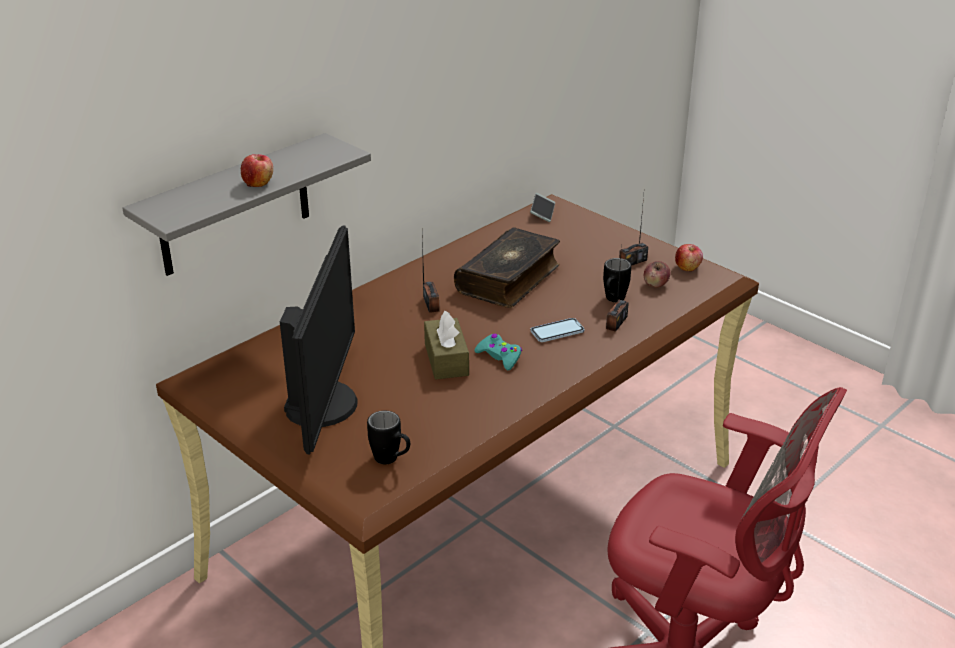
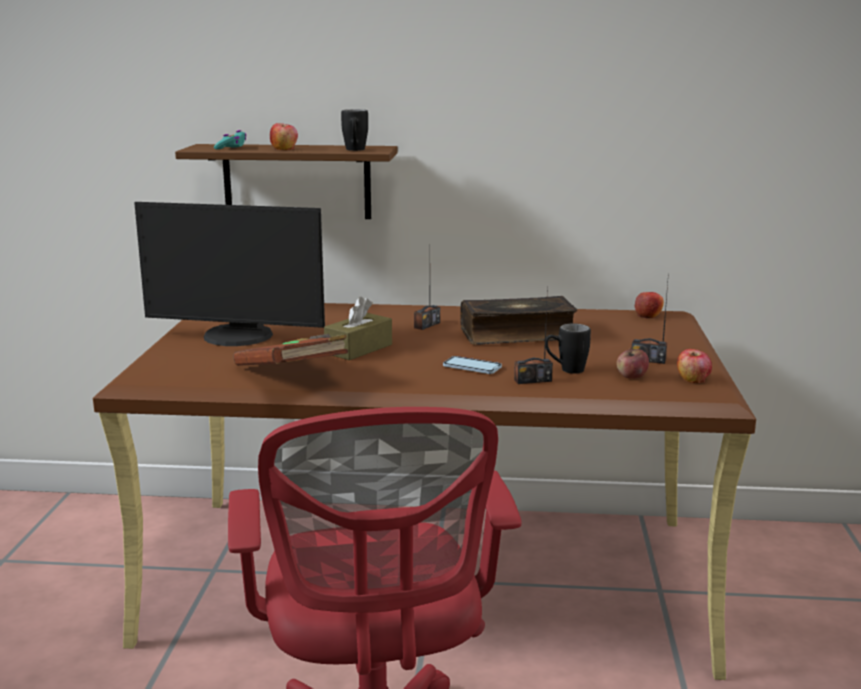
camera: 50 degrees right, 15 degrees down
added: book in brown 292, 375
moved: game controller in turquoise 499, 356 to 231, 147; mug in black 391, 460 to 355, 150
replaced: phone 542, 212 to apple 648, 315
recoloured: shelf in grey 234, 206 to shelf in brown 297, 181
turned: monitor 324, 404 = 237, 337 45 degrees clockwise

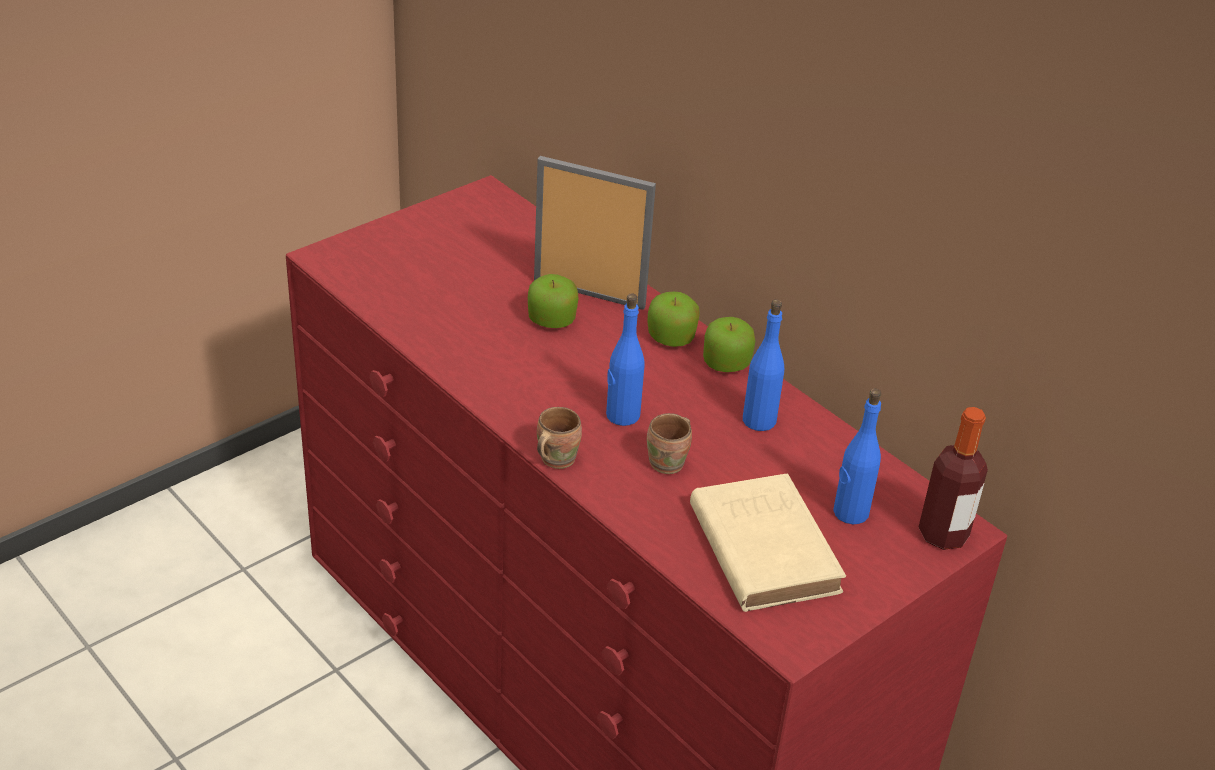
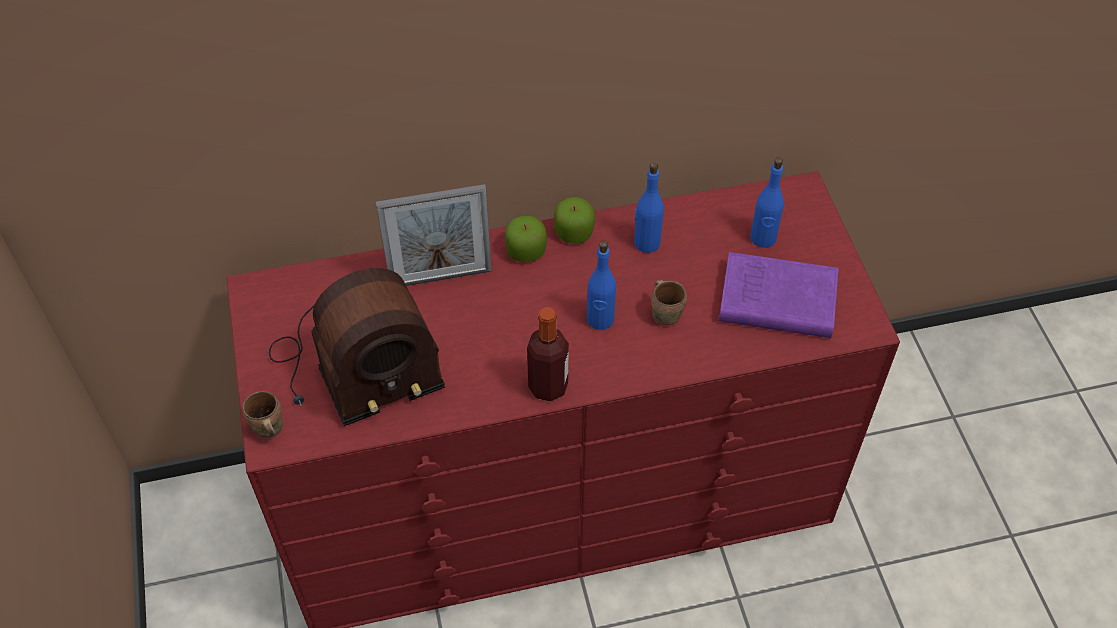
camera: 60 degrees left, 15 degrees up
removed: apple 552, 320
added: radio 354, 366
moved: mug in brown 554, 458 to 267, 430; bottle 943, 534 to 548, 386
recoloured: book in beige 762, 546 to book in purple 773, 300
turned: picture frame 589, 293 = 441, 278 150 degrees counterclockwise

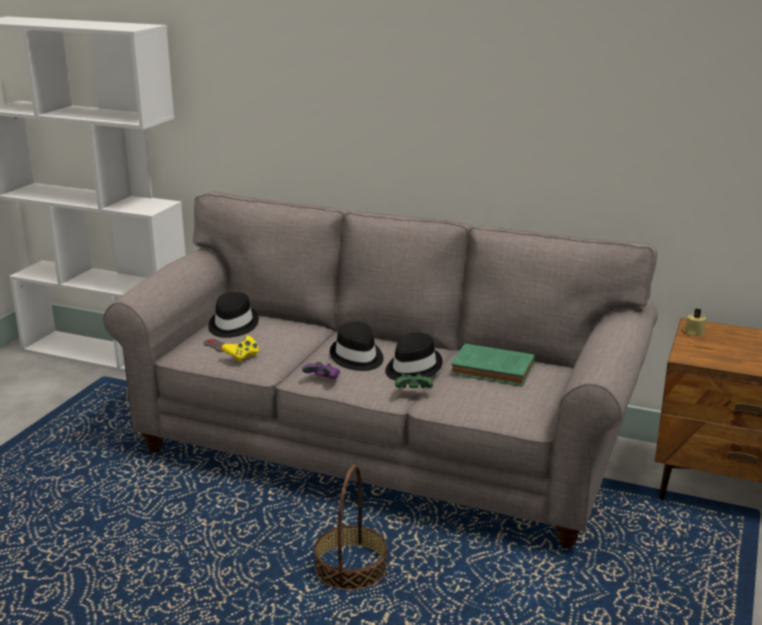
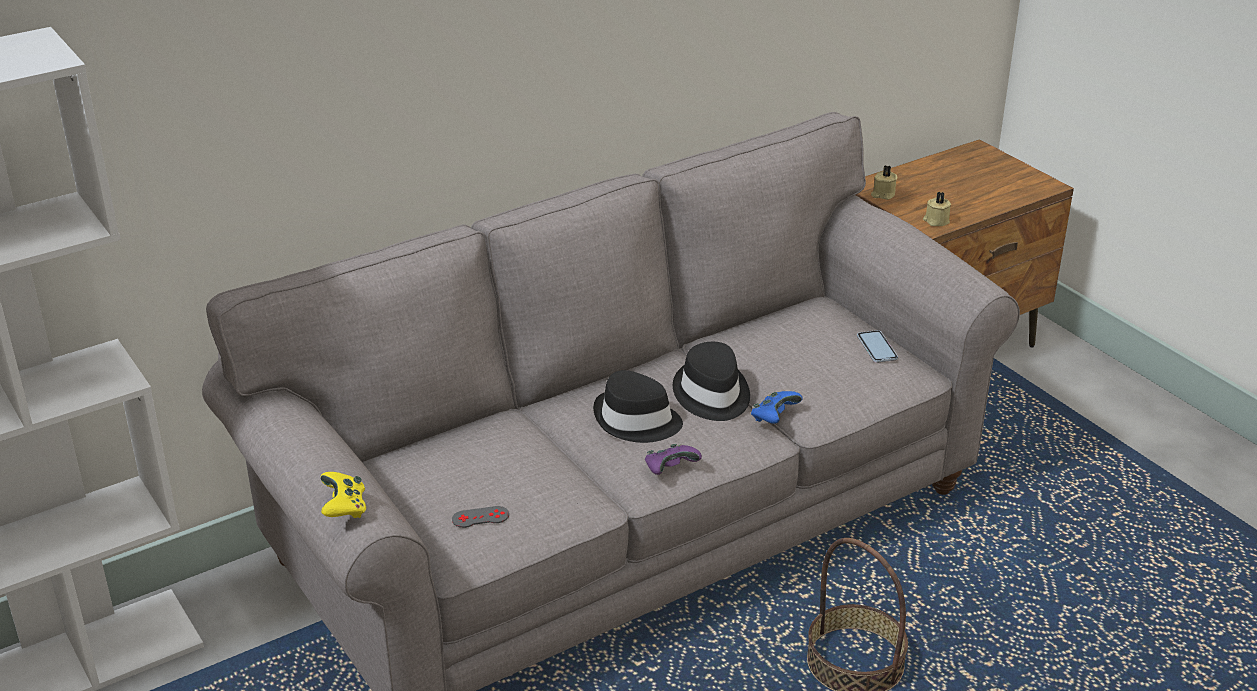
camera: 55 degrees left, 10 degrees up
removed: hat in black 232, 325; book in green 495, 370
added: candle in beige 935, 221; phone 877, 347
moved: game controller in yellow 242, 356 to 344, 509
recoloured: game controller in green 413, 391 to game controller in blue 774, 417

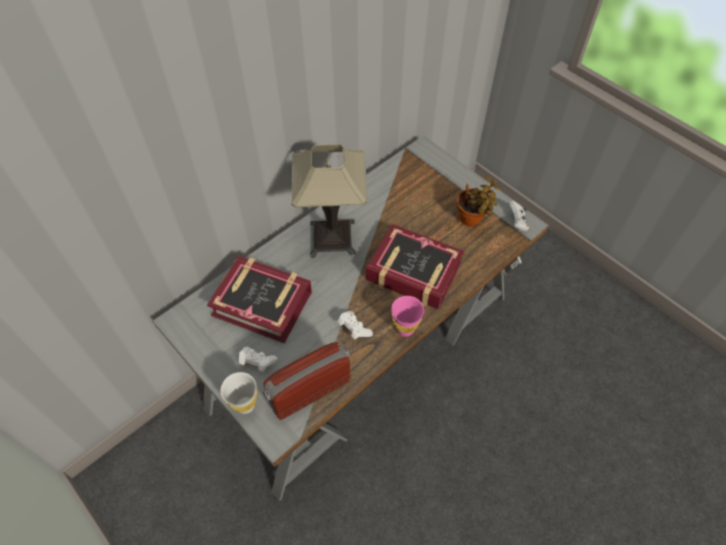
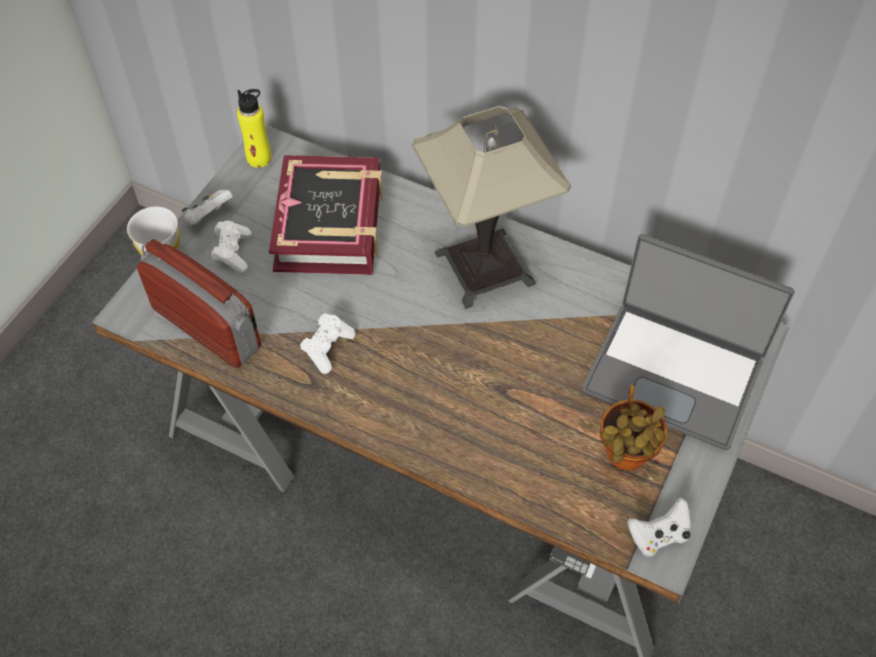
camera: 70 degrees right, 0 degrees up
removed: book 413, 272; cup in pink 405, 329
added: bottle in yellow 259, 158; game controller in white 208, 217; laptop 674, 374

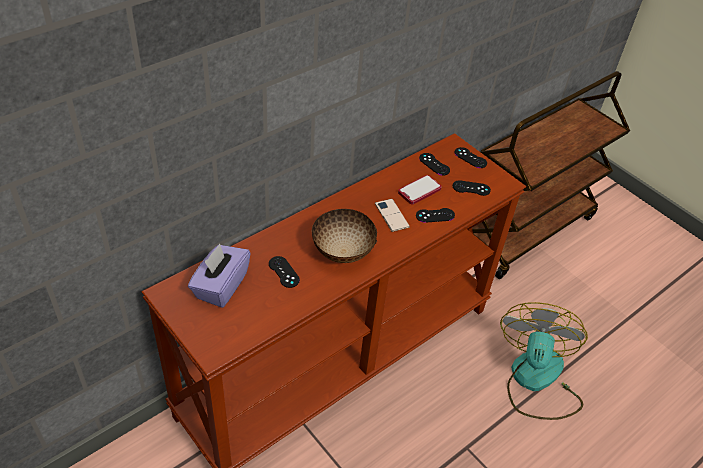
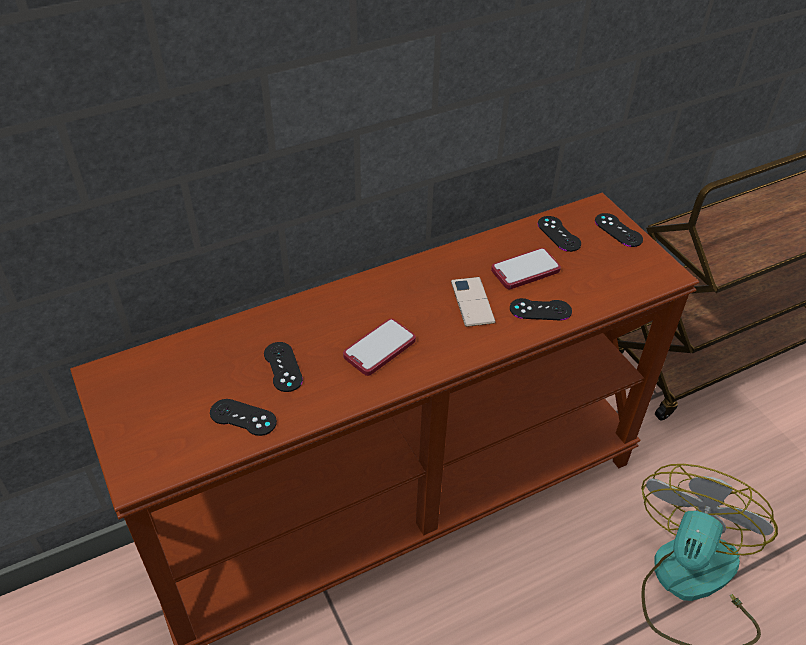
camera: 15 degrees right, 0 degrees up
removed: tissue box in purple 220, 286
moved: game controller in black 471, 188 to 243, 417
replaced: bowl 342, 252 to phone 379, 348

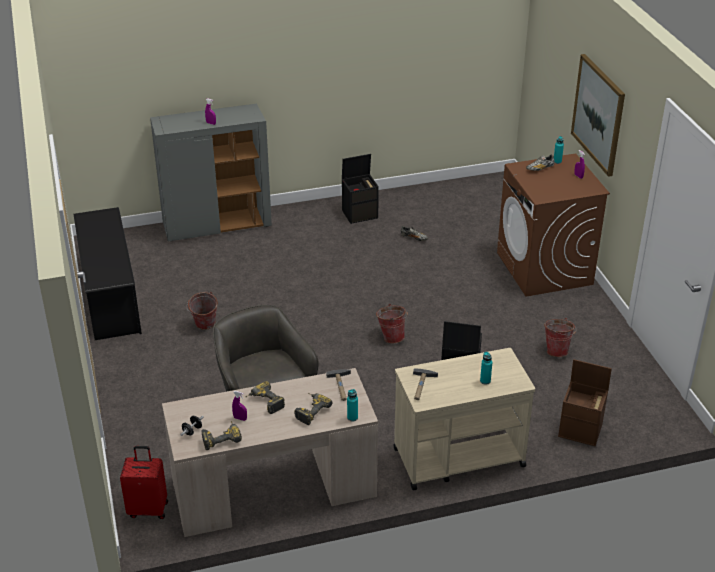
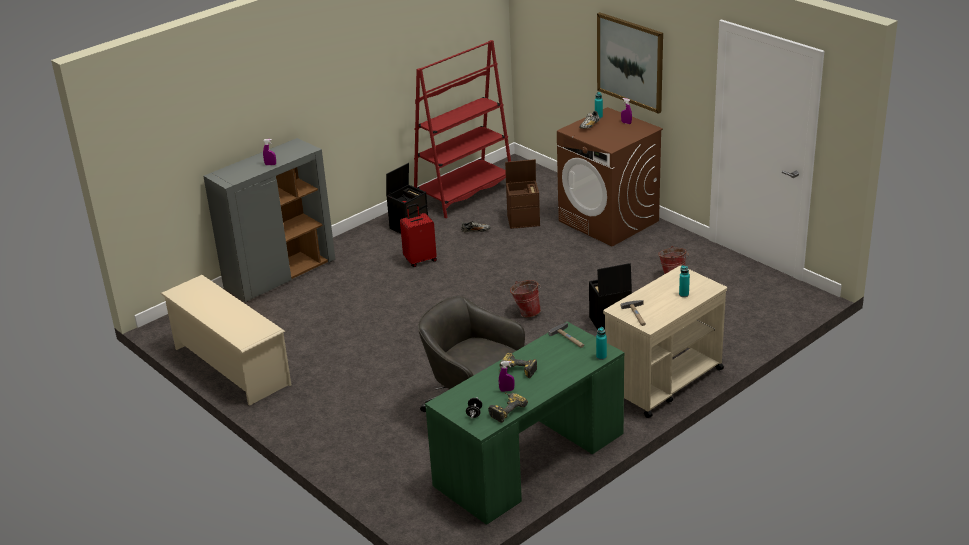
camera: 25 degrees left, 5 degrees down
removed: bucket 204, 327; power drill 310, 411
added: bookcase in red 464, 194
moved: storage box in brown 581, 430 to 524, 220; suitcase in red 148, 509 to 420, 260
recoloured: shoe rack in black 111, 297 to shoe rack in beige 231, 366; desk in beige 272, 487 to desk in green 528, 459

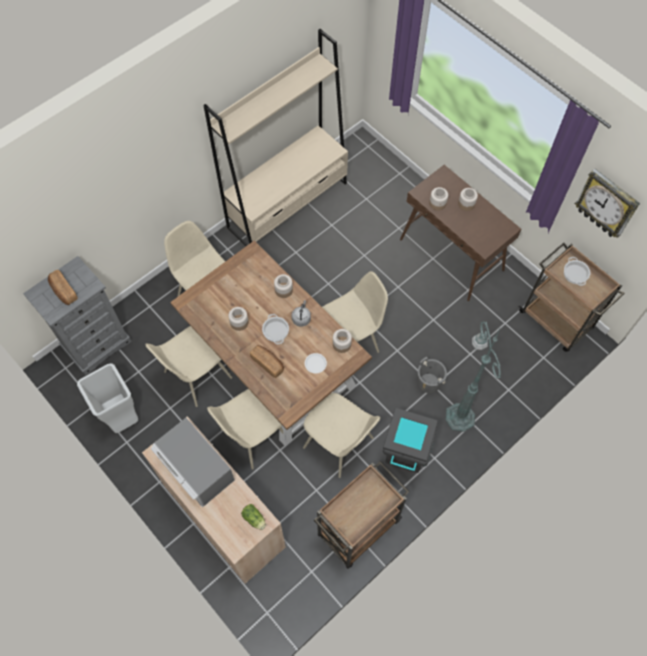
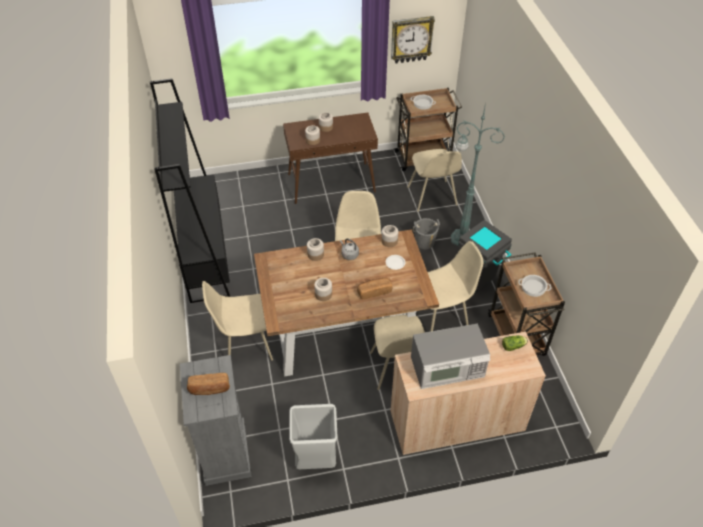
camera: 60 degrees left, 15 degrees down
moved: cooking pot 275, 331 to 533, 288; chair in beige 196, 376 to 432, 197
recoloured: bookcase in beige 288, 205 to bookcase in black 205, 254

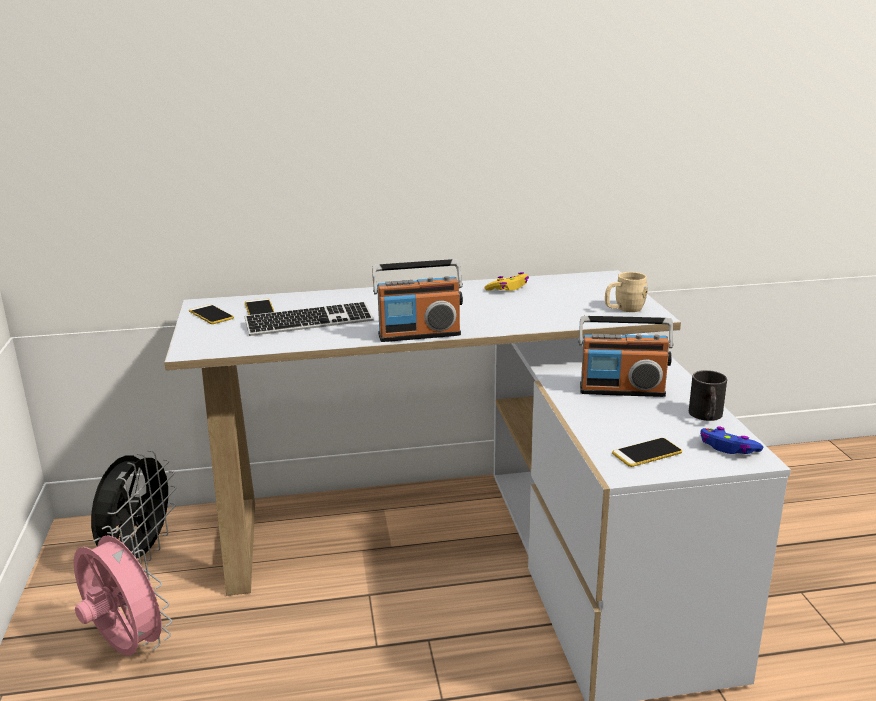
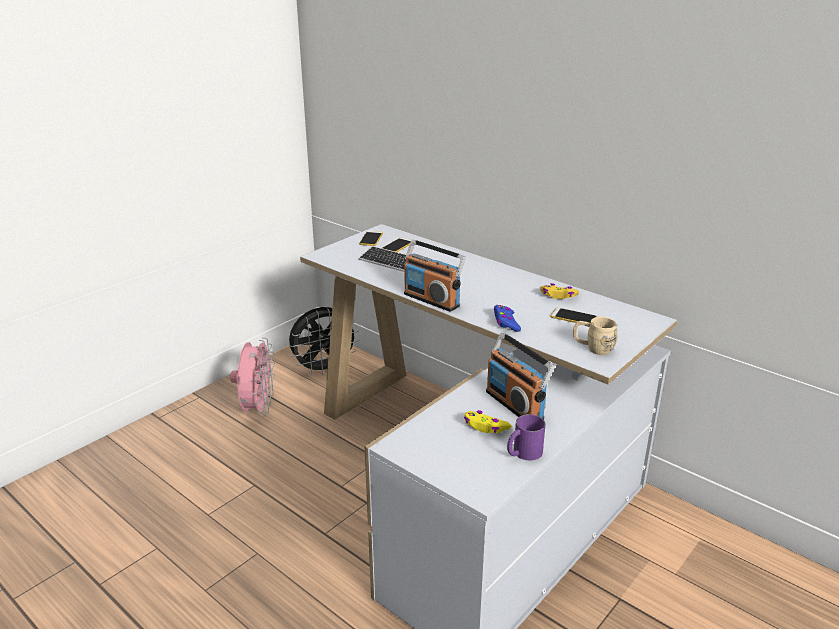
camera: 50 degrees right, 5 degrees up
added: game controller in yellow 485, 427
moved: game controller in blue 728, 448 to 506, 322; phone 647, 453 to 573, 317
recoloured: mug in black 706, 416 to mug in purple 523, 453

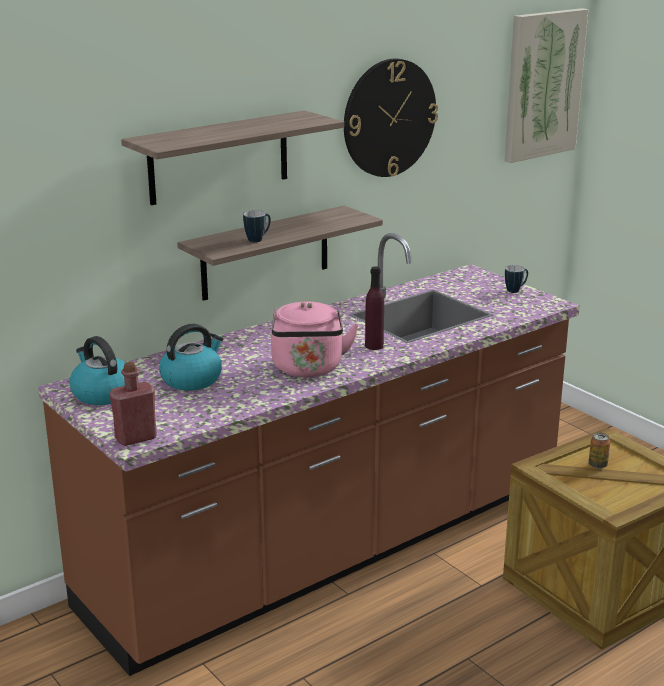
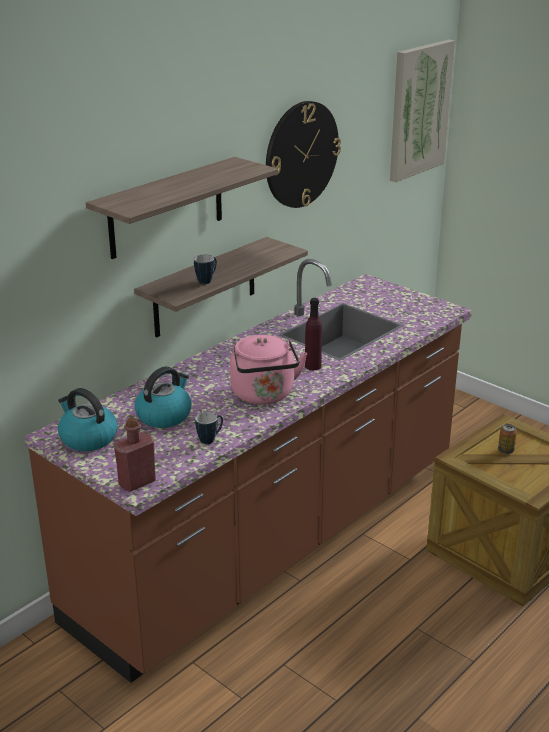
camera: 10 degrees left, 5 degrees up
moved: mug 516, 290 to 210, 439

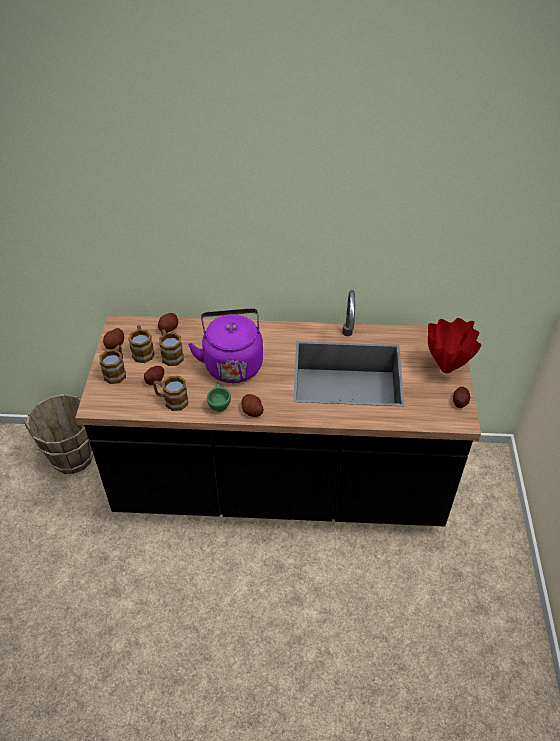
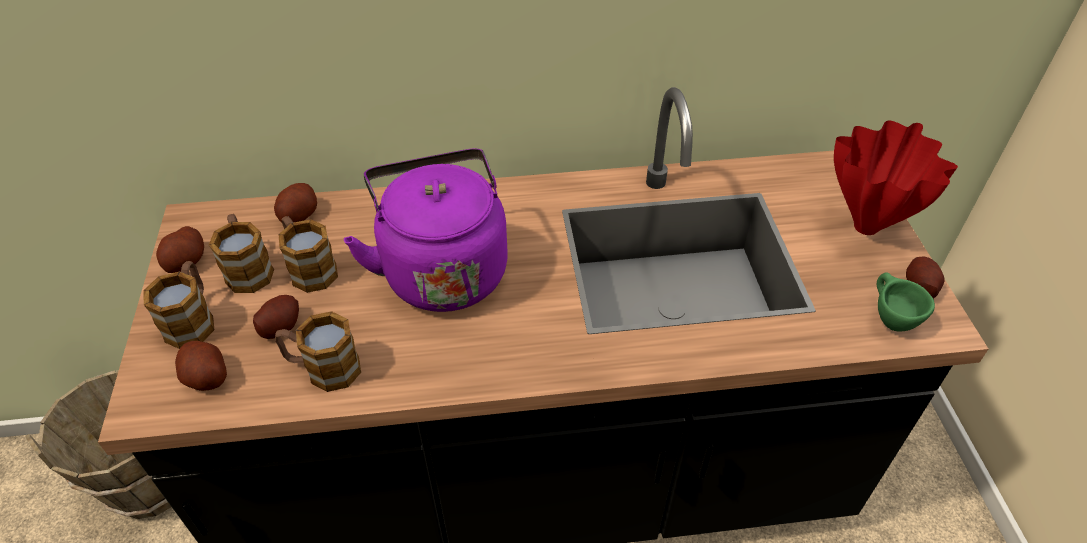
camera: 10 degrees left, 0 degrees up
moved: cup in green 219, 405 to 889, 318; potato 252, 411 to 206, 377

